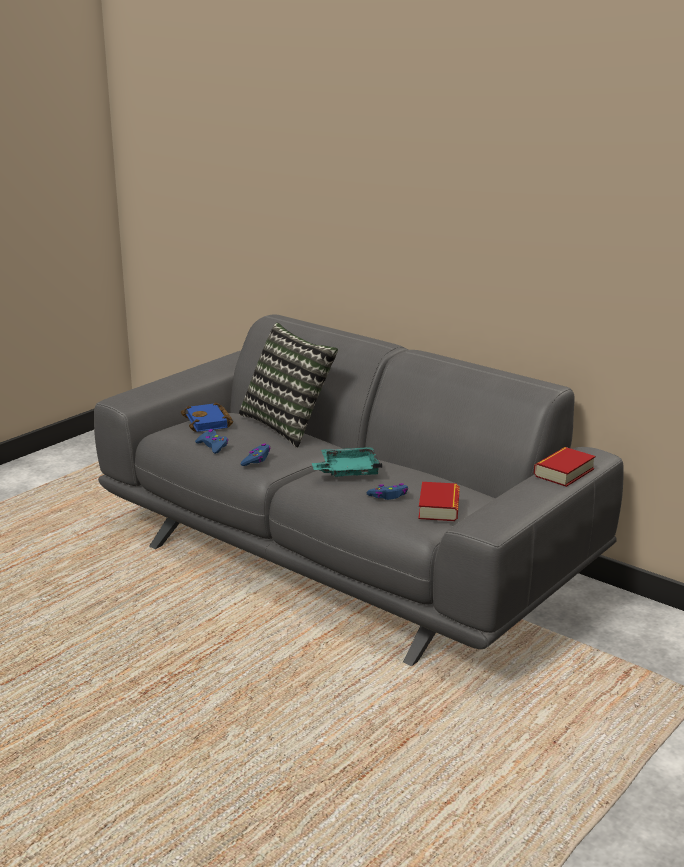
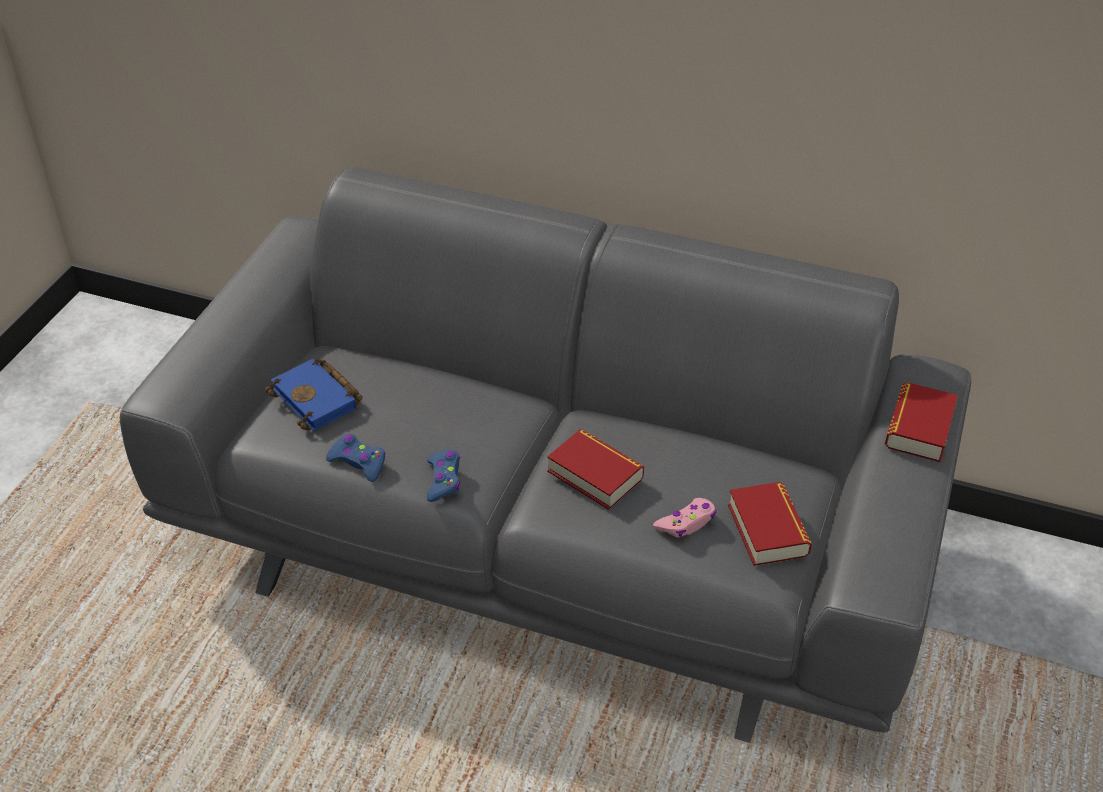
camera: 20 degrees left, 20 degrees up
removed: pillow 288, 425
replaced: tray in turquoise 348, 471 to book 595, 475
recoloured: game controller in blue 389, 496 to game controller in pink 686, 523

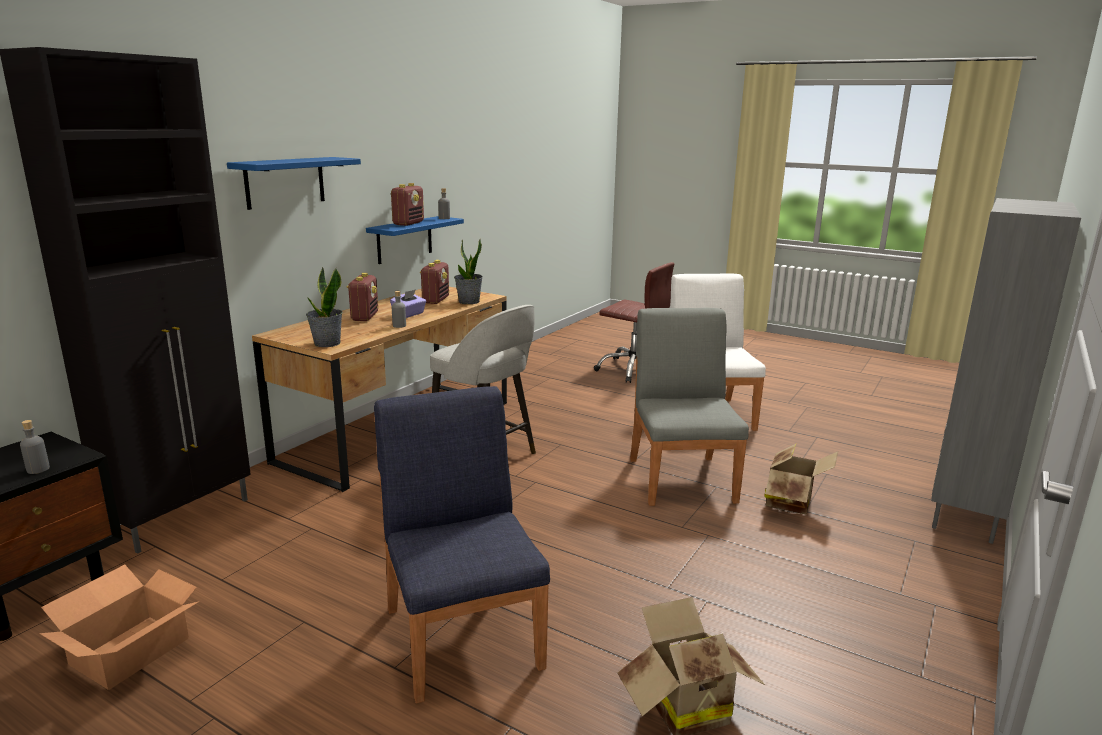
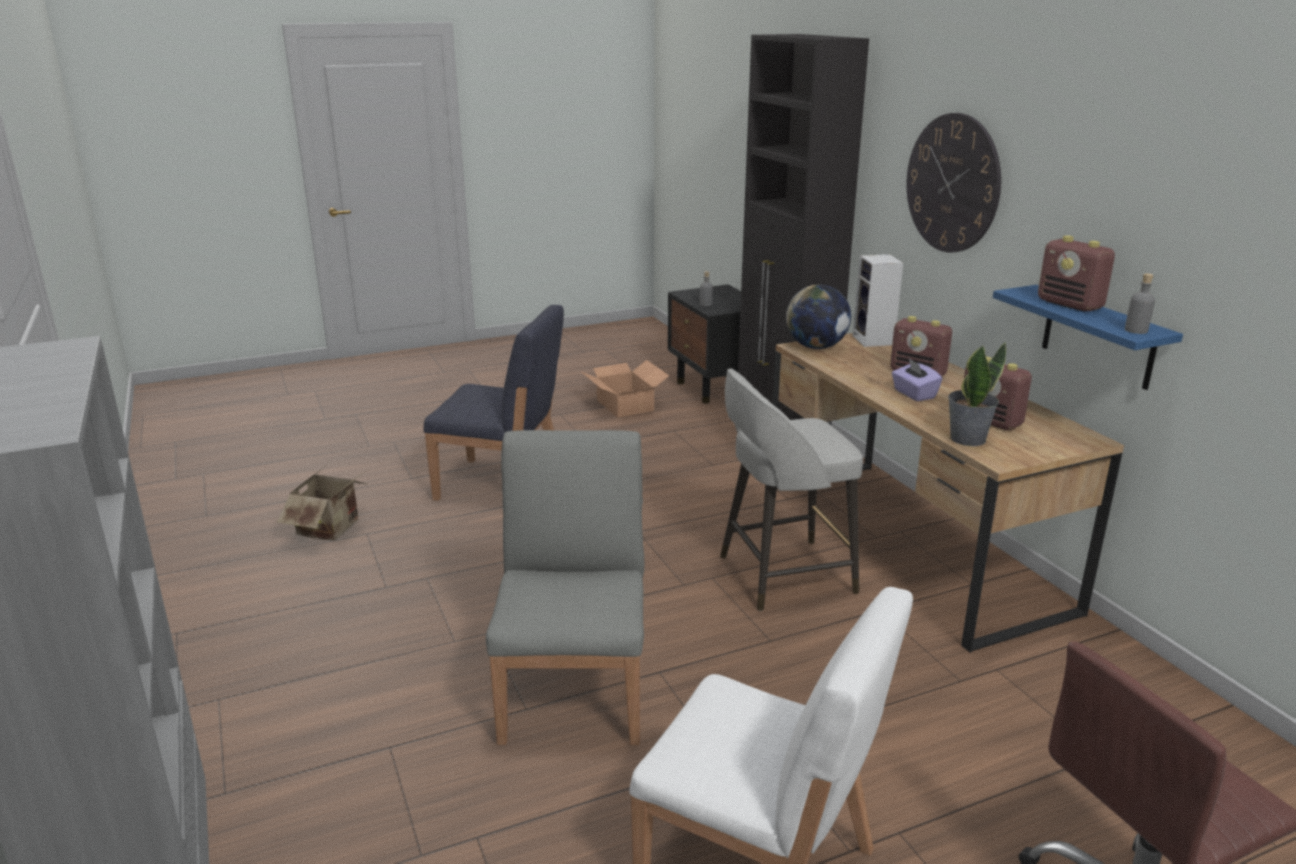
camera: 125 degrees right, 5 degrees up
removed: bottle in grey 399, 326; cardboard box 793, 503
added: speaker 874, 341
replaced: shelf in blue 285, 182 to wall clock 952, 183; potted plant 327, 343 to globe 816, 347
turned: chair in grey 681, 479 = 575, 690 120 degrees counterclockwise

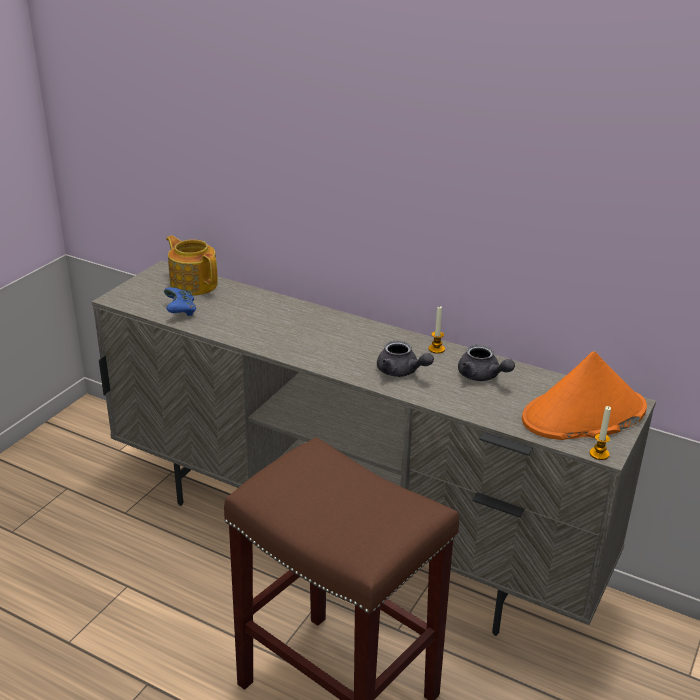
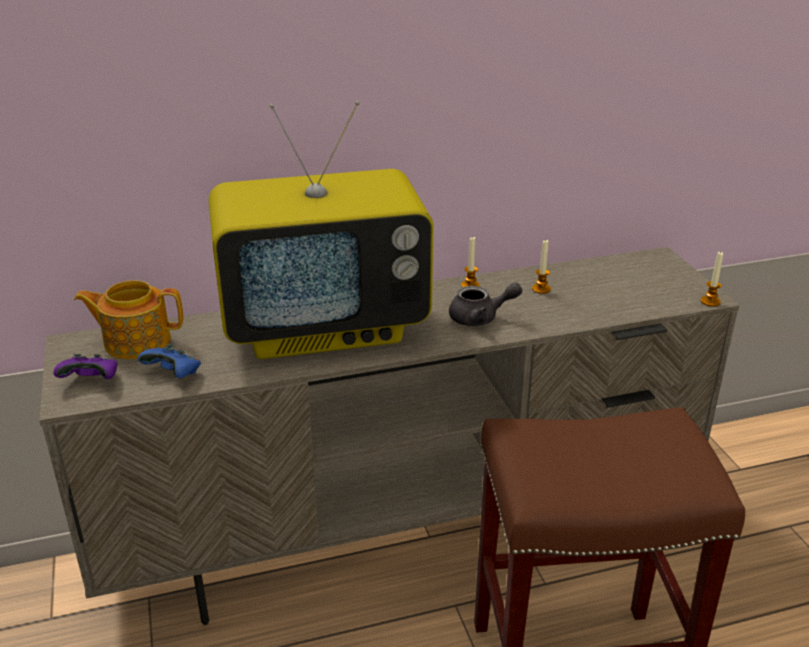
camera: 45 degrees left, 0 degrees up
removed: hat in orange 583, 415
added: television 325, 327; game controller in purple 92, 380
replaced: teapot in grey 482, 376 to candle 541, 289

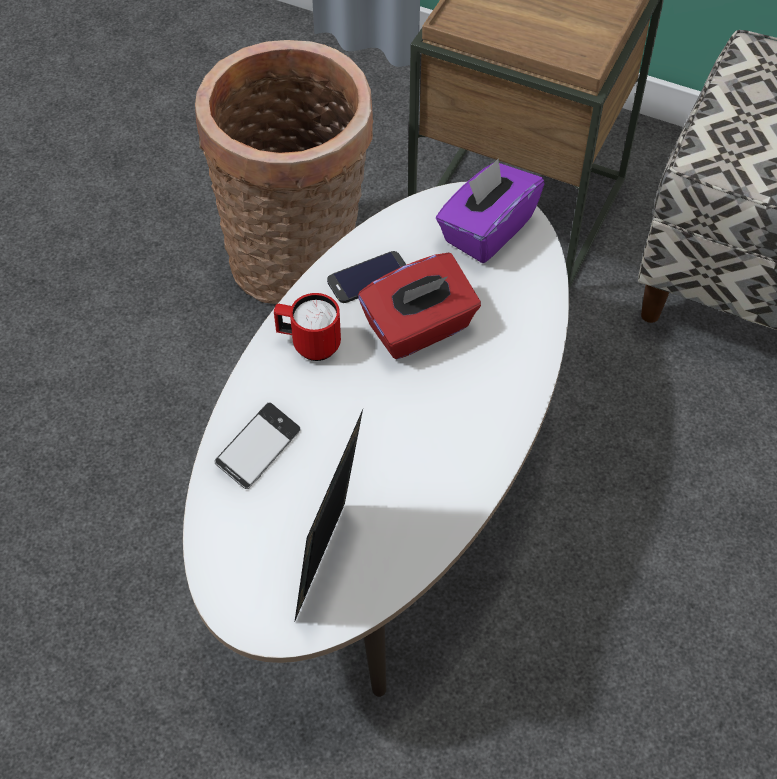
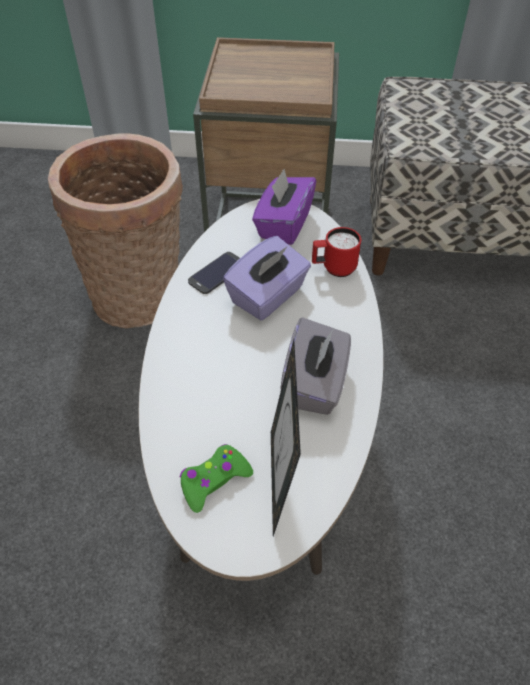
camera: 20 degrees left, 5 degrees down
removed: phone 258, 450
added: tissue box in grey 315, 384; game controller in green 214, 481
moved: mug in red 309, 344 to 333, 268
recoloured: tissue box in red 419, 328 to tissue box in purple 268, 296

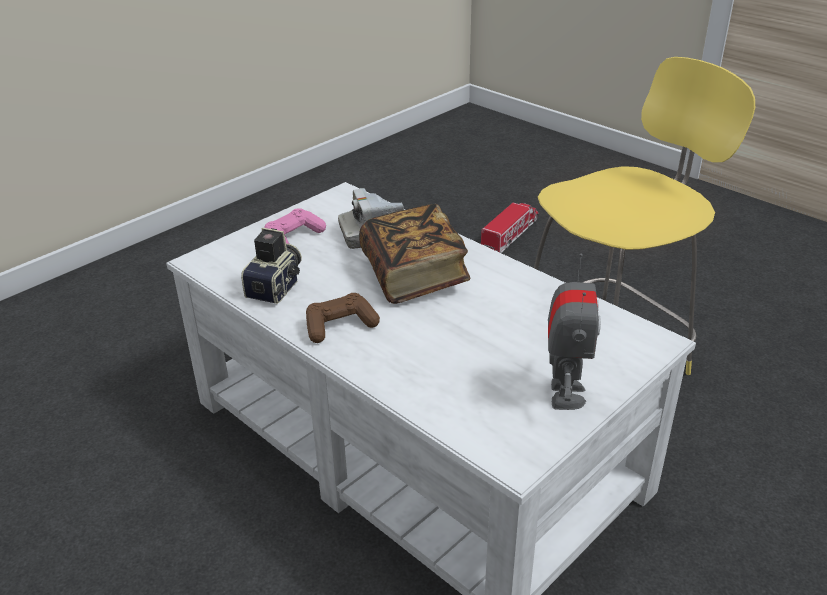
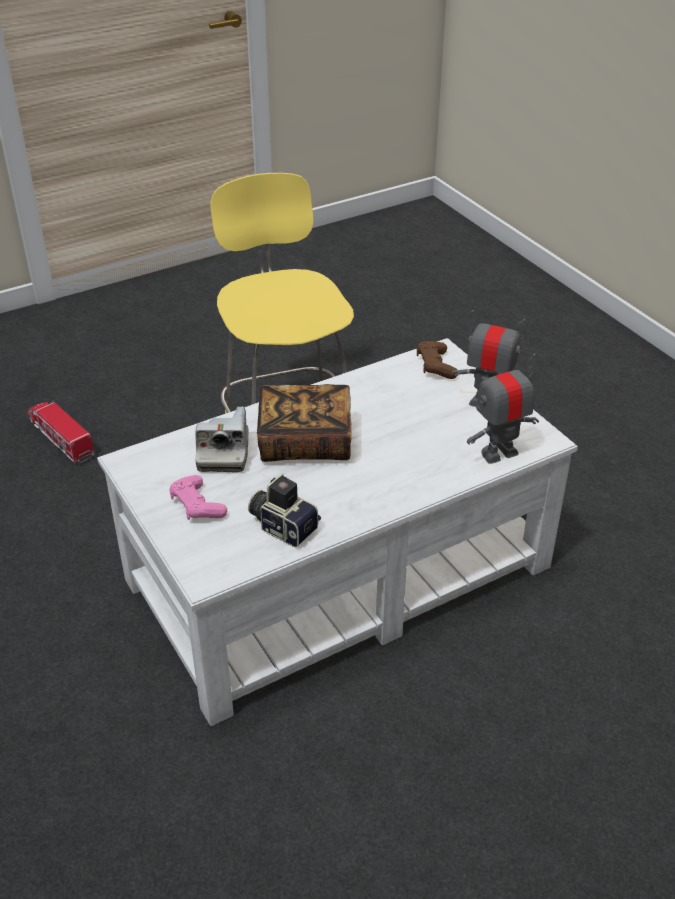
camera: 75 degrees left, 5 degrees up
added: toy robot 499, 453
moved: game controller in brown 340, 326 to 435, 366

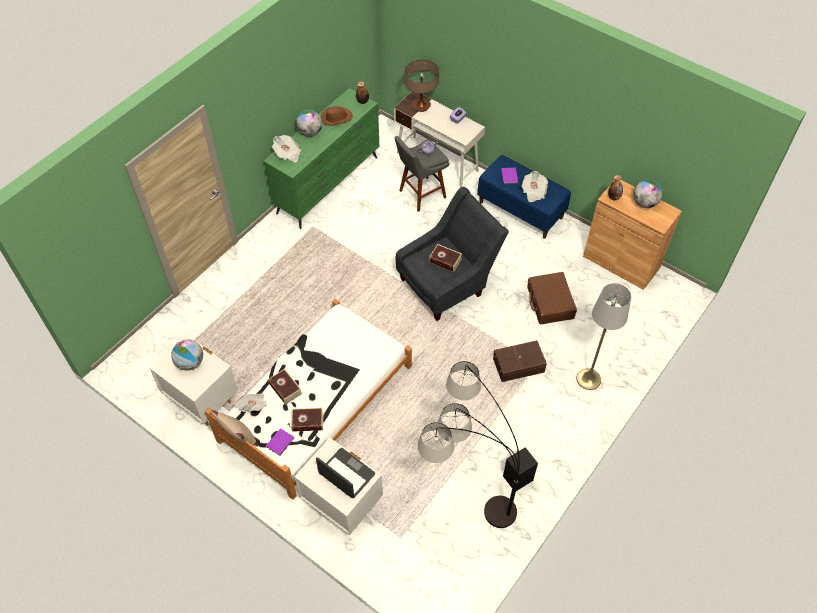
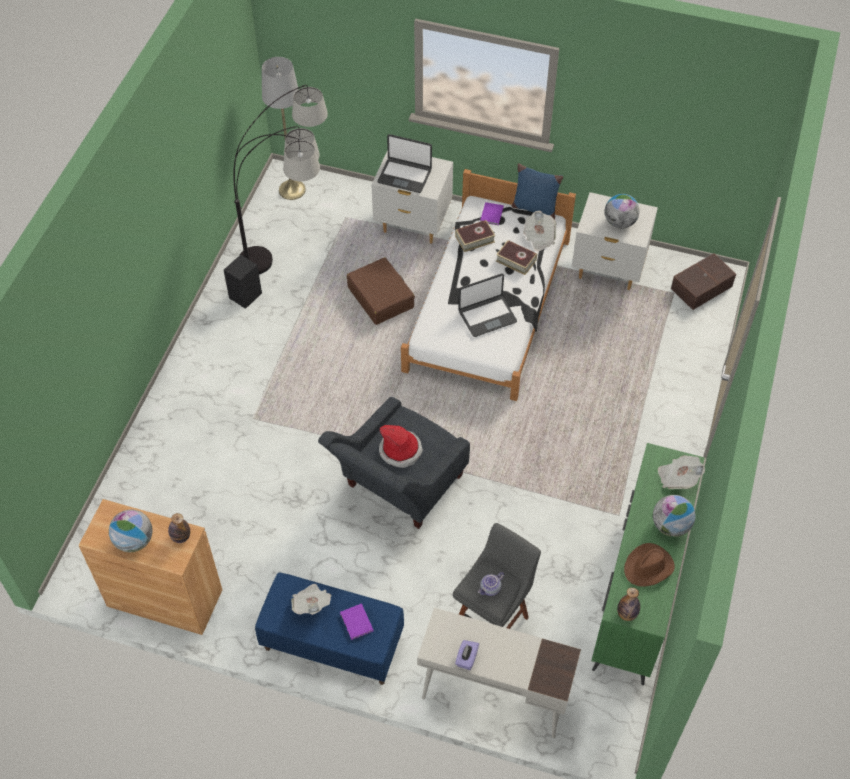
camera: 160 degrees right, 0 degrees up
removed: table lamp 421, 106
added: laptop 487, 316
moved: suitcase in brown 550, 303 to 380, 297; floor lamp in grey 588, 379 to 292, 190; storage box in brown 519, 366 to 700, 287
replaced: book 445, 260 to hat 400, 450
recoloured: pillow in beige 239, 438 to pillow in blue 534, 208

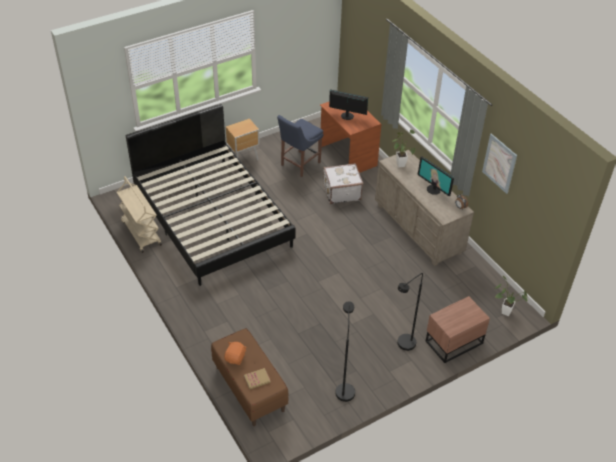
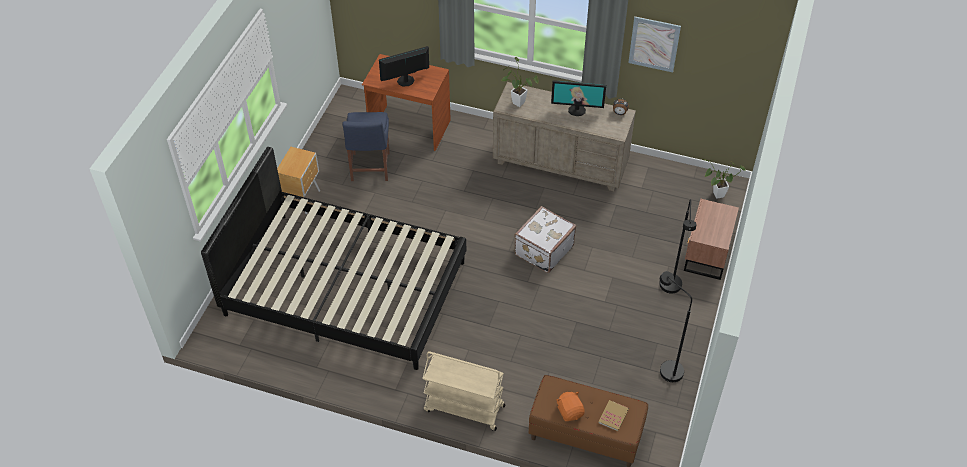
camera: 40 degrees left, 5 degrees up
moved: suitcase in white 341, 192 to 543, 250; cart in beige 141, 233 to 463, 408

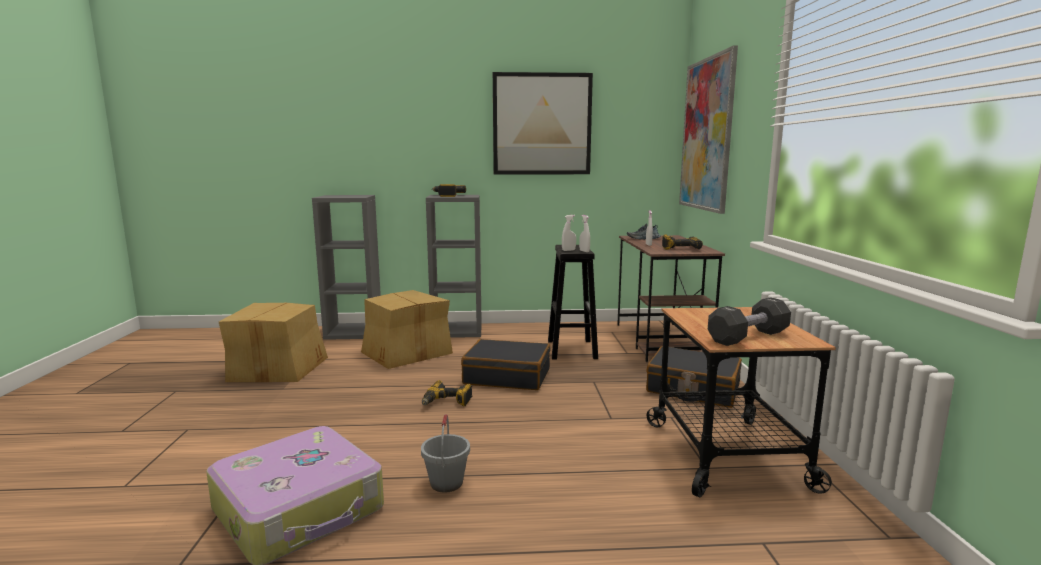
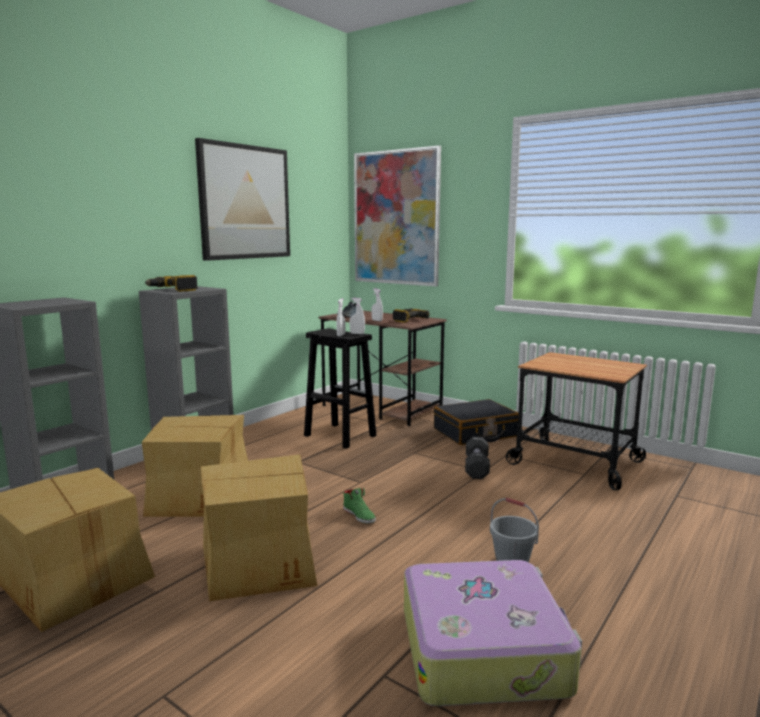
camera: 50 degrees left, 0 degrees up
removed: suitcase in black 507, 376
added: cardboard box 261, 561
moved: dumbbell in black 748, 337 to 476, 467
replaced: power drill 447, 402 to shoe in green 359, 515

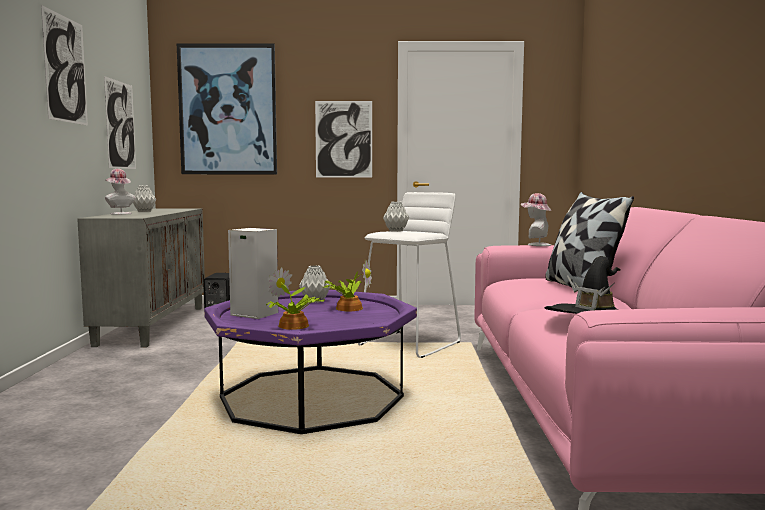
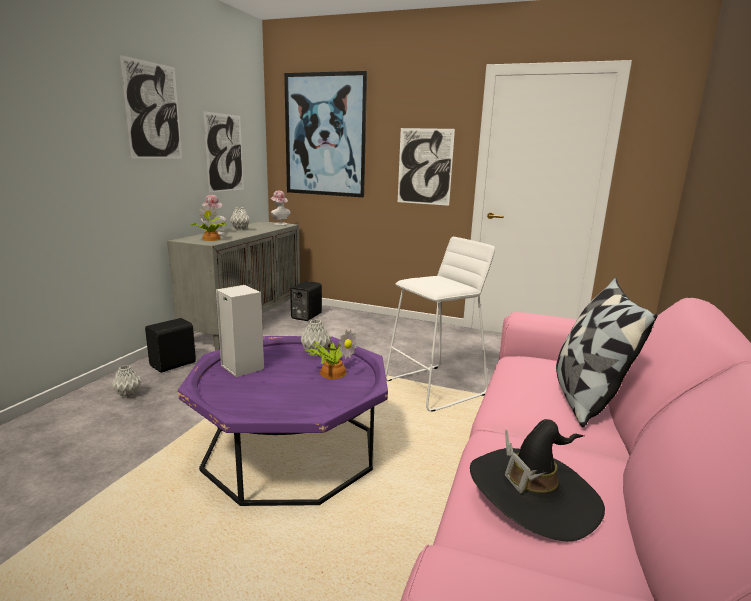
camera: 20 degrees right, 10 degrees up
added: speaker in black 174, 364
moved: hat 535, 244 to 279, 224; vase in grey 395, 231 to 128, 394; potted plant 293, 326 to 210, 239

